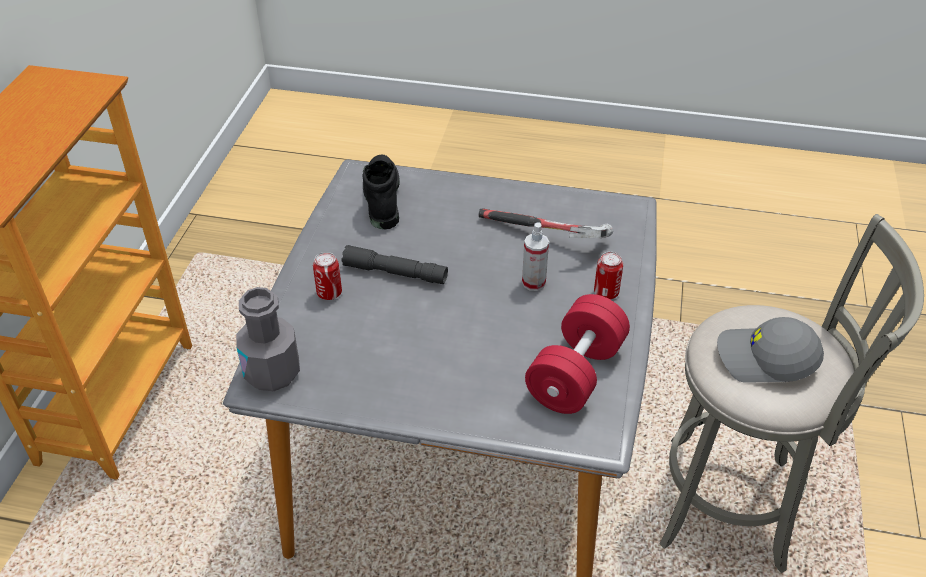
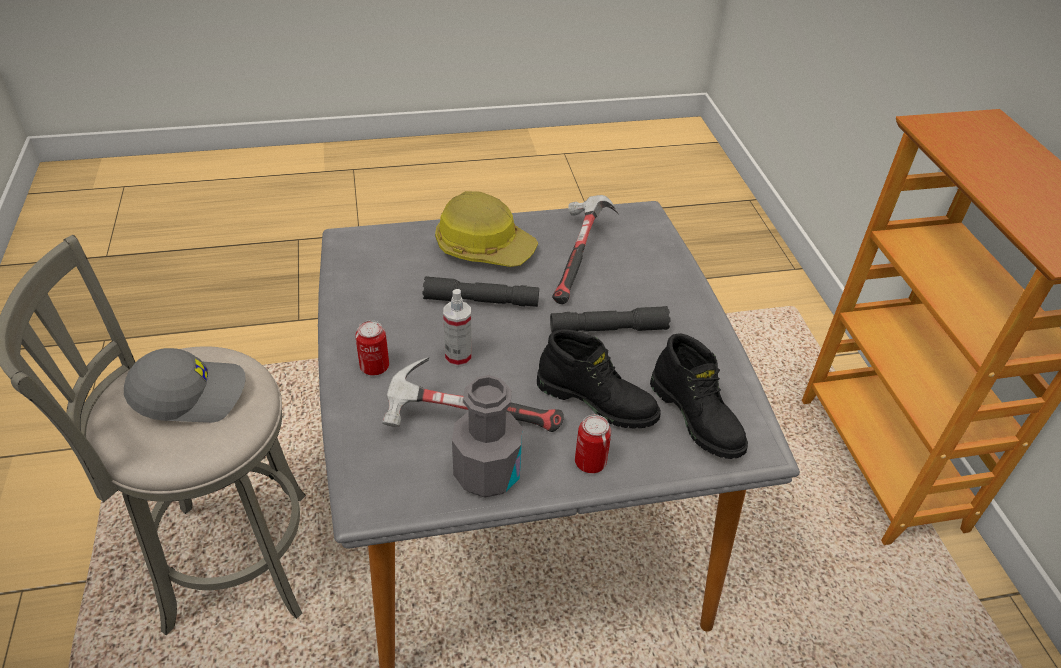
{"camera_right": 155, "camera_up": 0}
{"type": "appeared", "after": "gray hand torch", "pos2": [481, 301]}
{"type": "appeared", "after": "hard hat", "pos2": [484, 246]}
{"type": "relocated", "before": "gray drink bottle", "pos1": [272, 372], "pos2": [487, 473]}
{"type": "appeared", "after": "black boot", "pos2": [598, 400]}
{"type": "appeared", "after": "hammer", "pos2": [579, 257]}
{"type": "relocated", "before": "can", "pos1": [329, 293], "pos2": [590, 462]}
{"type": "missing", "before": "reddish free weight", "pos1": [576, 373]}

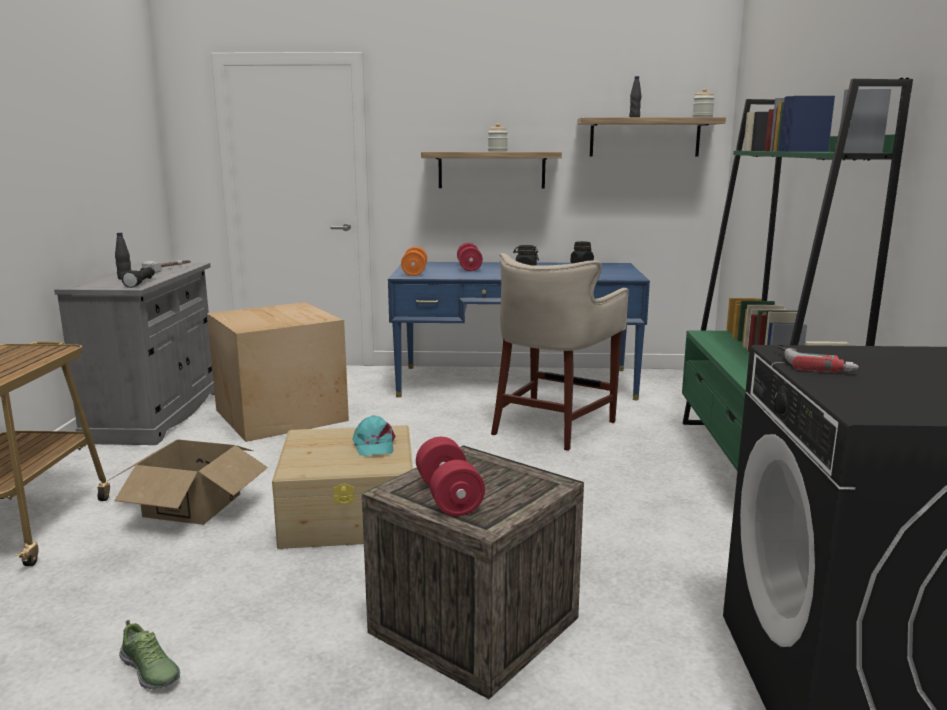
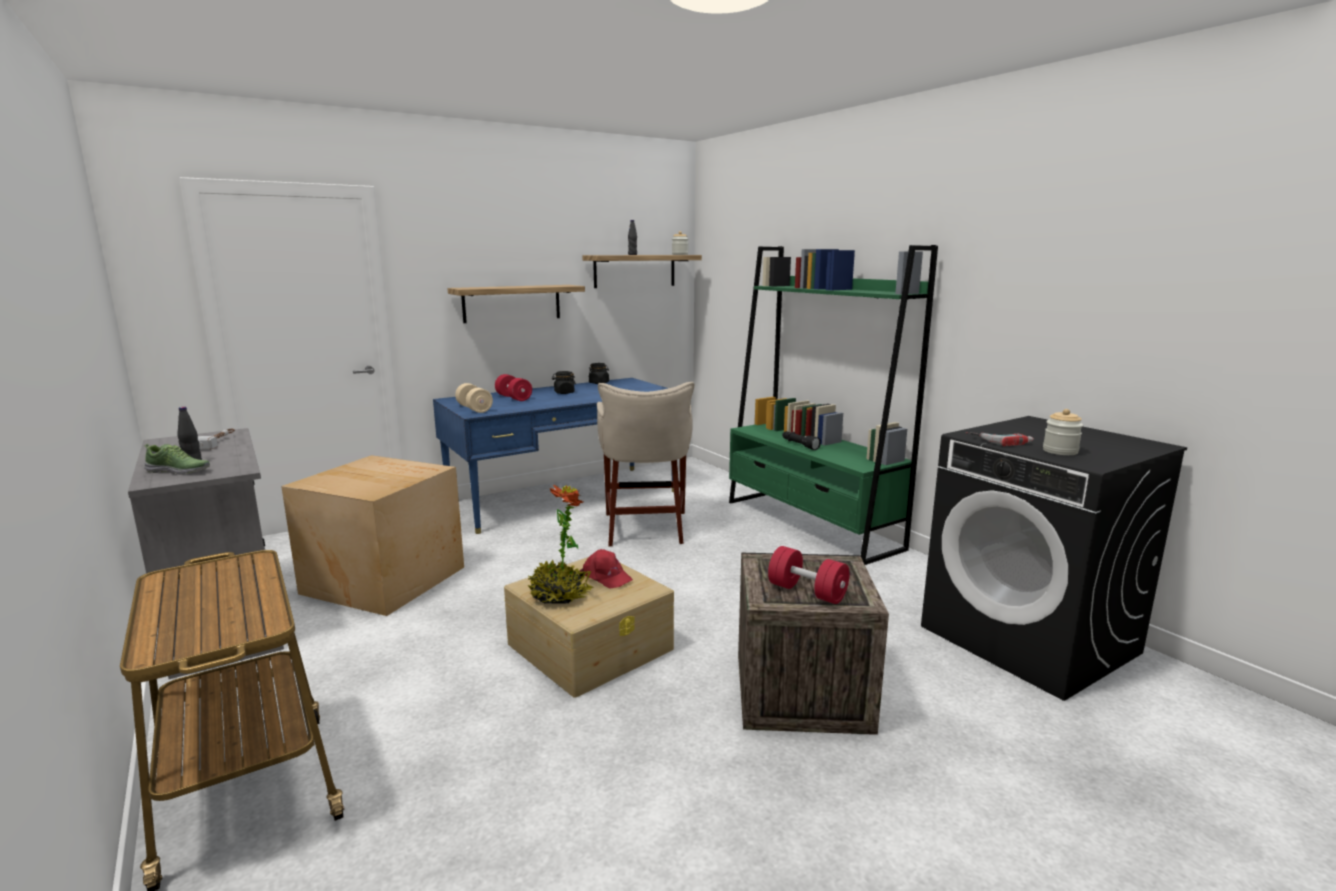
{"camera_right": -35, "camera_up": 0}
{"type": "relocated", "before": "item of footwear", "pos1": [150, 671], "pos2": [179, 471]}
{"type": "colour", "before": "orange free weight", "after": "sand-coloured free weight", "pos1": [414, 272], "pos2": [474, 409]}
{"type": "appeared", "after": "houseplant", "pos2": [559, 595]}
{"type": "colour", "before": "blue-green cap", "after": "reddish cap", "pos1": [373, 445], "pos2": [606, 577]}
{"type": "relocated", "before": "black hand torch", "pos1": [141, 283], "pos2": [799, 445]}
{"type": "relocated", "before": "jar", "pos1": [497, 151], "pos2": [1060, 451]}
{"type": "missing", "before": "cardboard box", "pos1": [192, 505]}

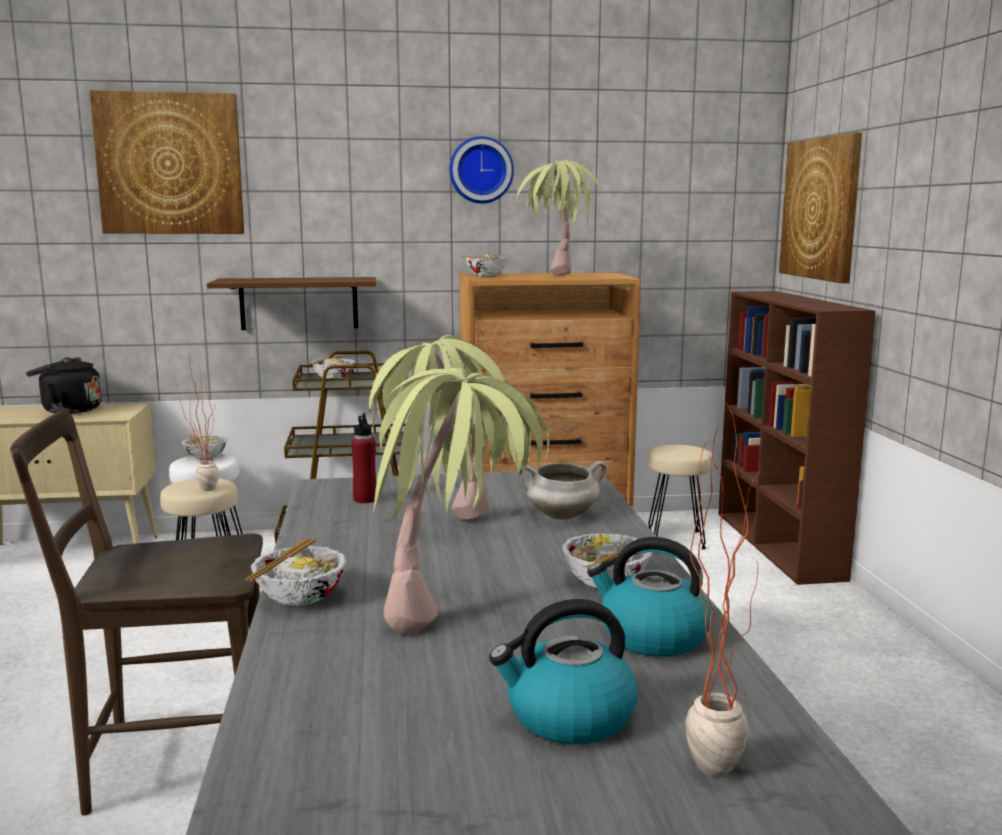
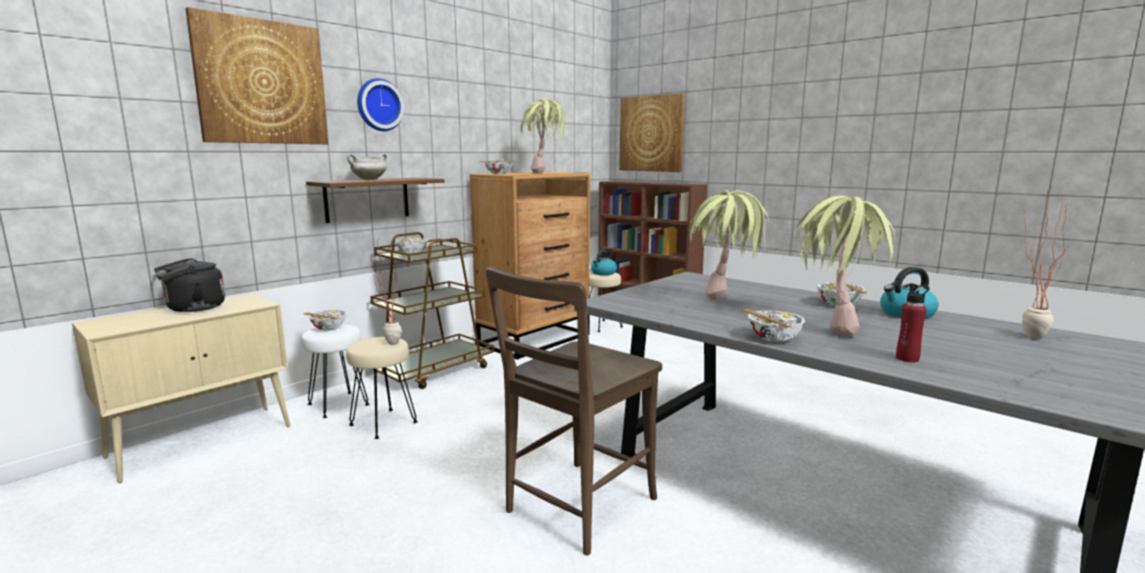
{"camera_right": -40, "camera_up": 0}
{"type": "relocated", "before": "whitish stockpot", "pos1": [561, 516], "pos2": [369, 180]}
{"type": "relocated", "before": "wall clock", "pos1": [481, 170], "pos2": [378, 105]}
{"type": "relocated", "before": "water kettle", "pos1": [568, 716], "pos2": [603, 273]}
{"type": "relocated", "before": "reddish drink bottle", "pos1": [365, 499], "pos2": [907, 359]}

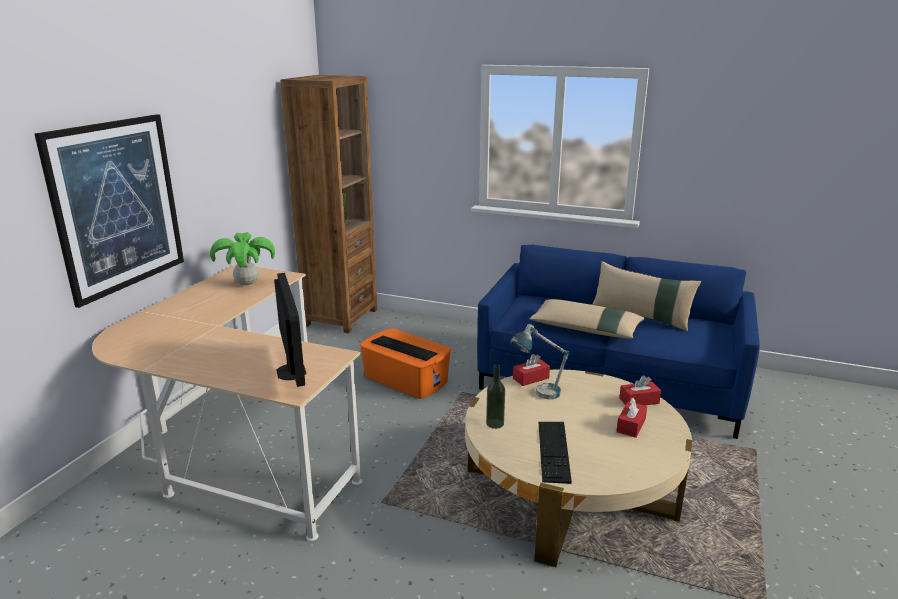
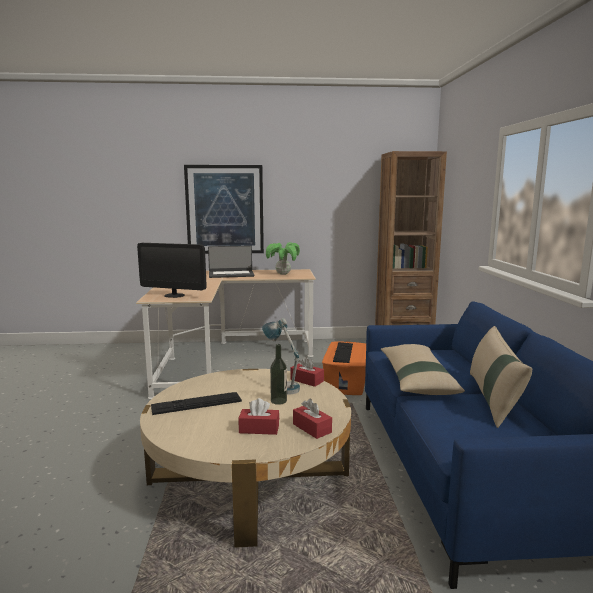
{"camera_right": 65, "camera_up": -10}
{"type": "spun", "before": "monitor", "pos1": [291, 372], "pos2": [174, 295], "turn": 60}
{"type": "appeared", "after": "notebook computer", "pos2": [231, 274]}
{"type": "relocated", "before": "drink bottle", "pos1": [495, 423], "pos2": [278, 401]}

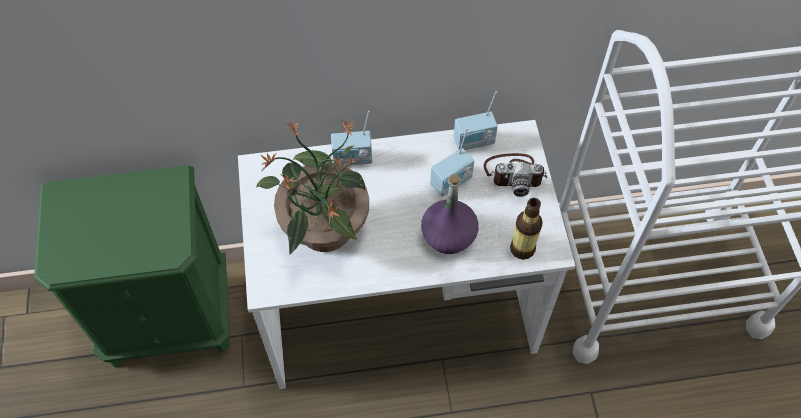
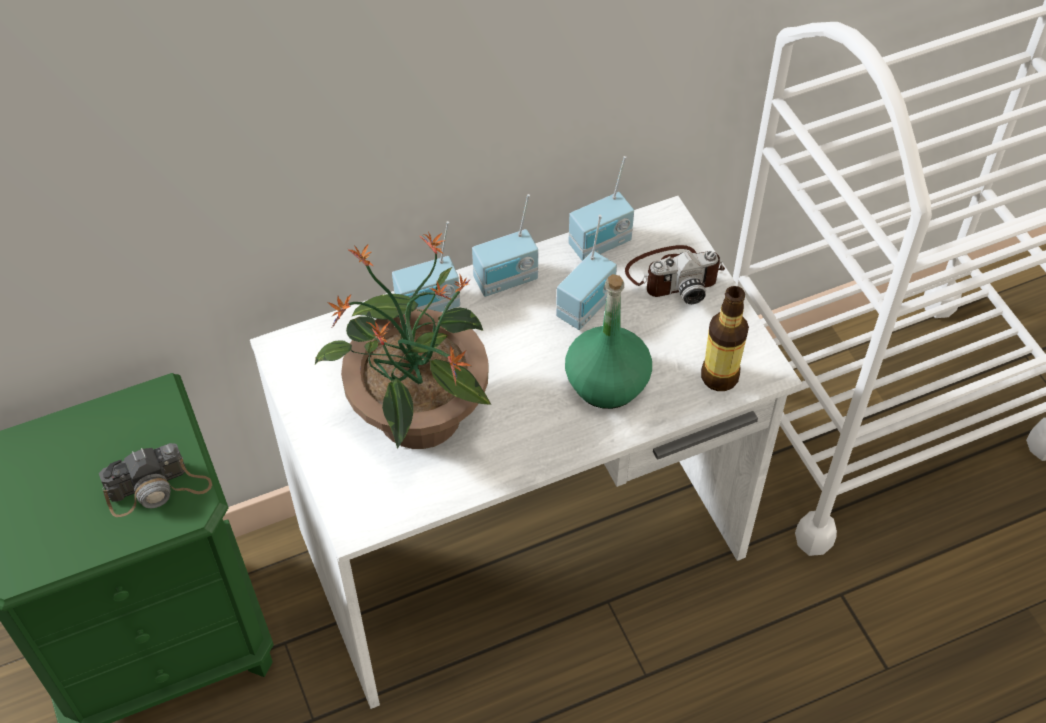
{"camera_right": -15, "camera_up": -5}
{"type": "appeared", "after": "photo camera", "pos2": [158, 489]}
{"type": "appeared", "after": "radio set", "pos2": [507, 281]}
{"type": "colour", "before": "purplish drink bottle", "after": "greenish drink bottle", "pos1": [449, 235], "pos2": [607, 382]}

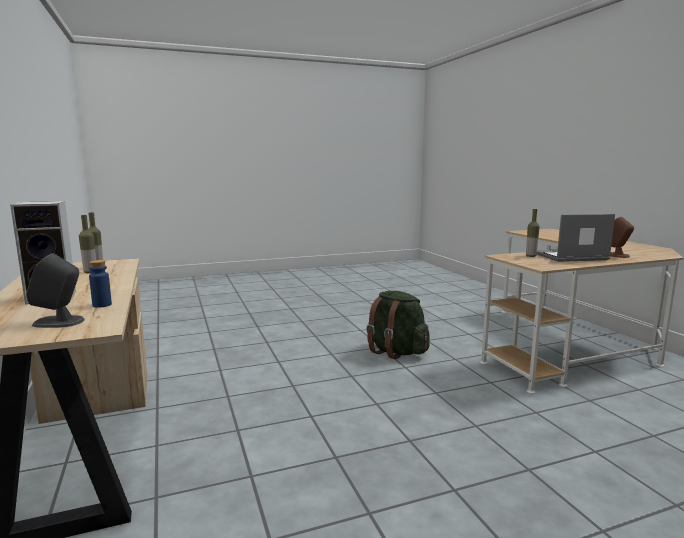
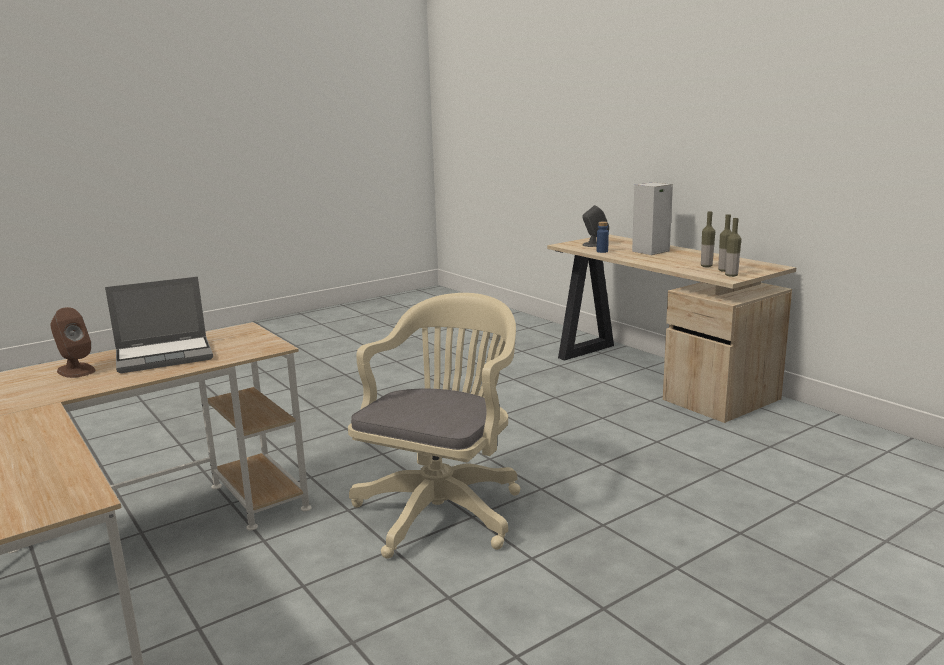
{"camera_right": 165, "camera_up": 5}
{"type": "exchanged", "before": "greenish knapsack", "after": "sand-coloured desk chair", "pos1": [396, 352], "pos2": [443, 509]}
{"type": "relocated", "before": "drink bottle", "pos1": [531, 256], "pos2": [731, 275]}

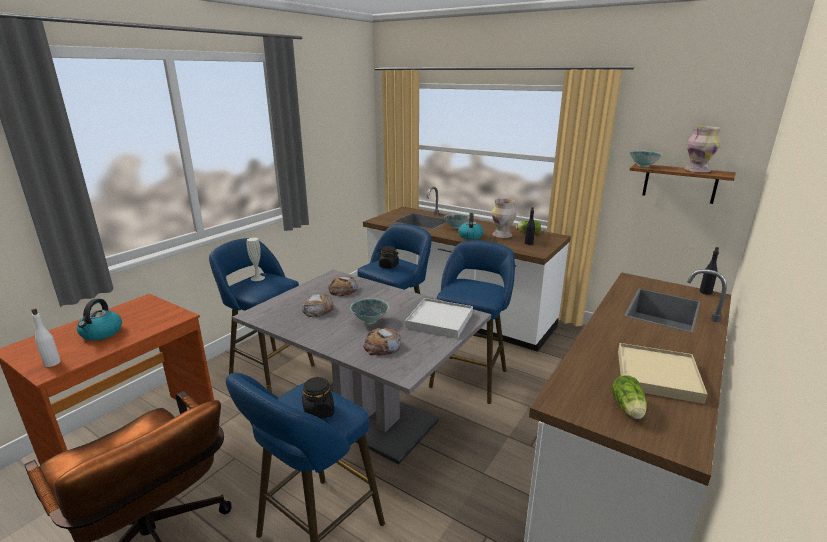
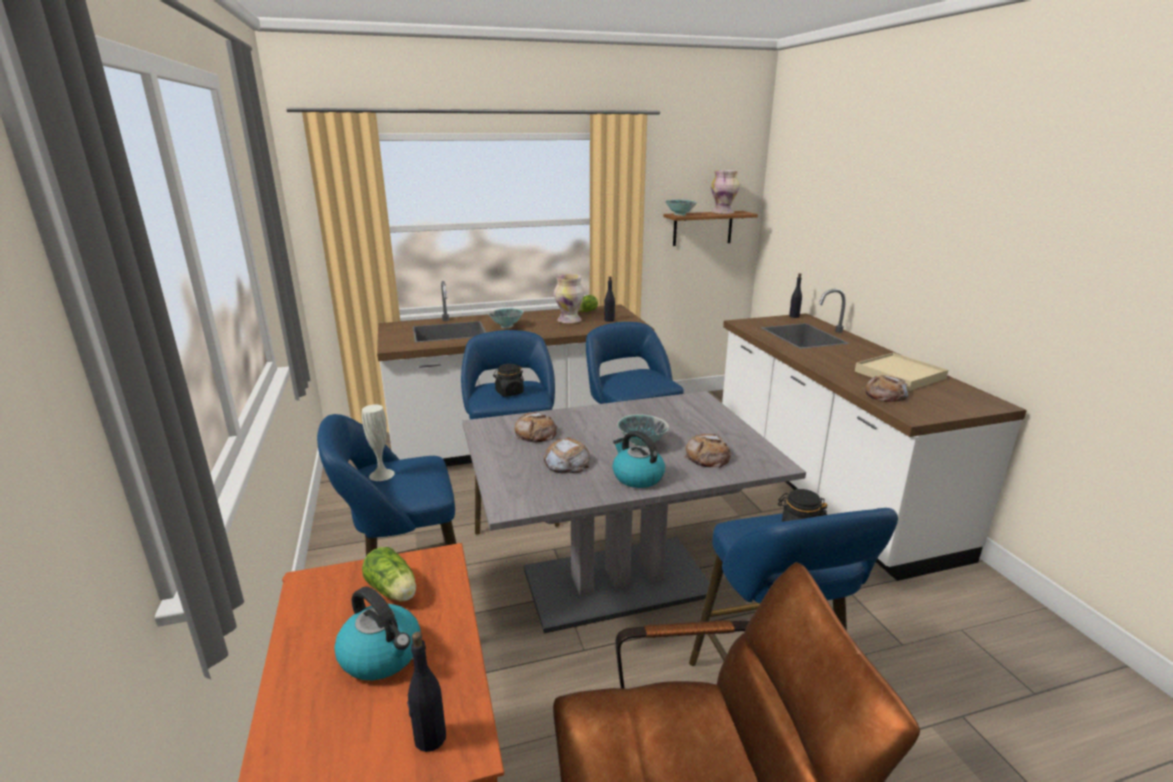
{"camera_right": -50, "camera_up": 0}
{"type": "relocated", "before": "lettuce", "pos1": [628, 409], "pos2": [393, 591]}
{"type": "colour", "before": "whitish drink bottle", "after": "black drink bottle", "pos1": [52, 363], "pos2": [429, 738]}
{"type": "relocated", "before": "water kettle", "pos1": [470, 236], "pos2": [637, 477]}
{"type": "appeared", "after": "bakery bread", "pos2": [885, 394]}
{"type": "missing", "before": "whitish carrying tray", "pos1": [440, 320]}

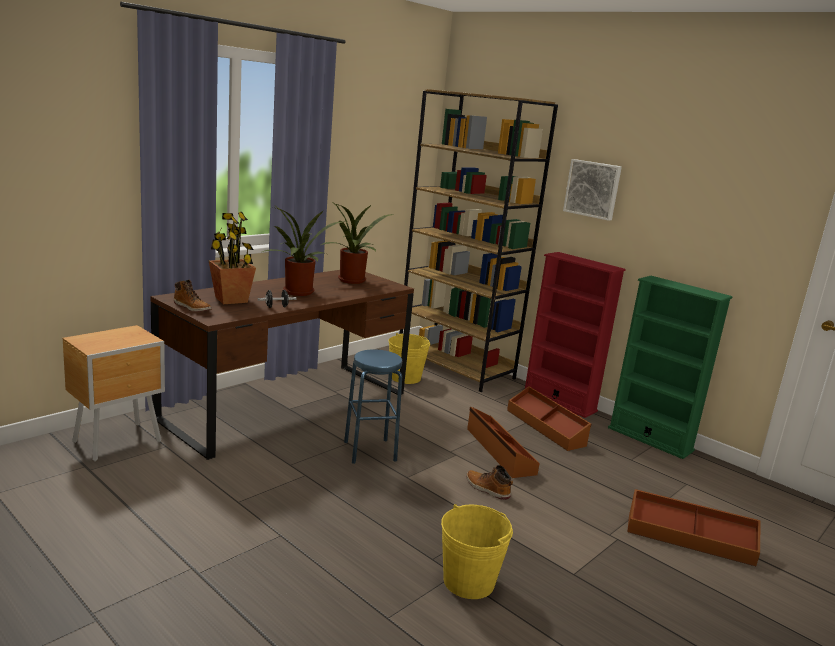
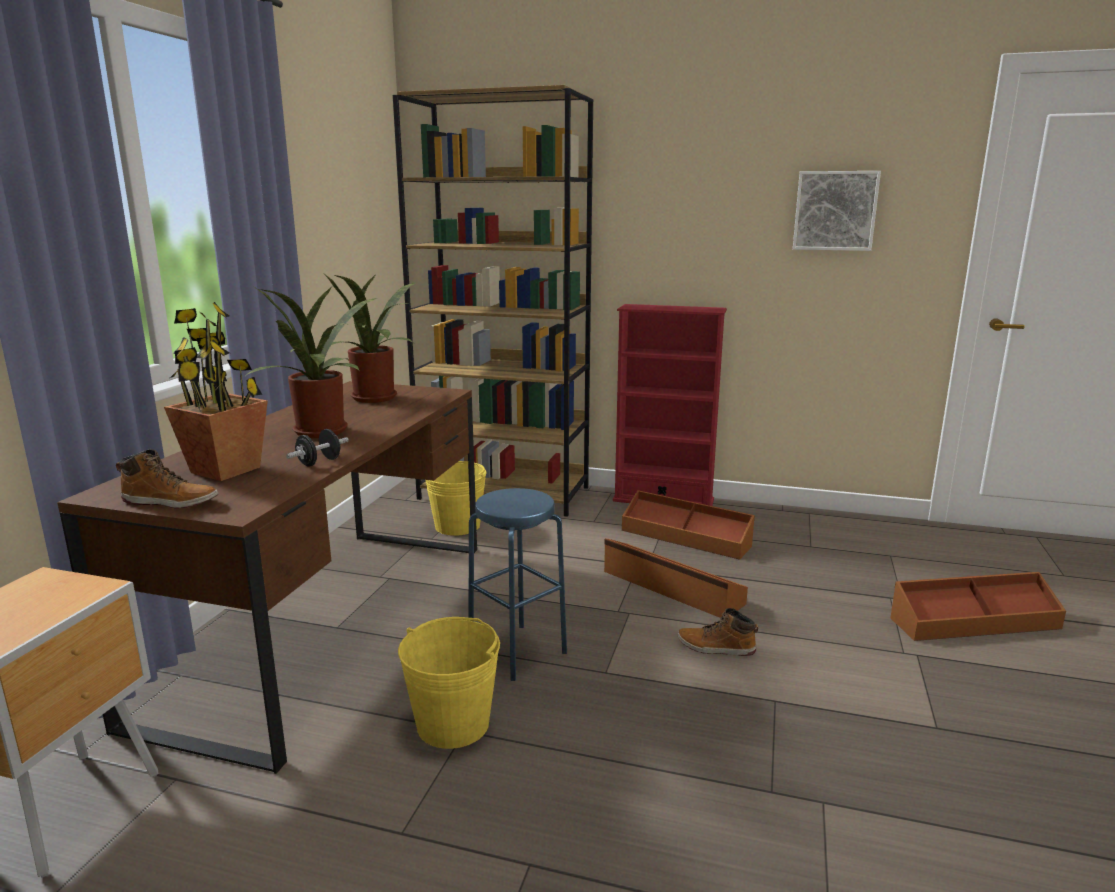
{"camera_right": -25, "camera_up": 0}
{"type": "relocated", "before": "yellowish bucket", "pos1": [469, 581], "pos2": [453, 724]}
{"type": "relocated", "before": "wall picture", "pos1": [593, 189], "pos2": [835, 211]}
{"type": "missing", "before": "greenish bookcase", "pos1": [650, 439]}

